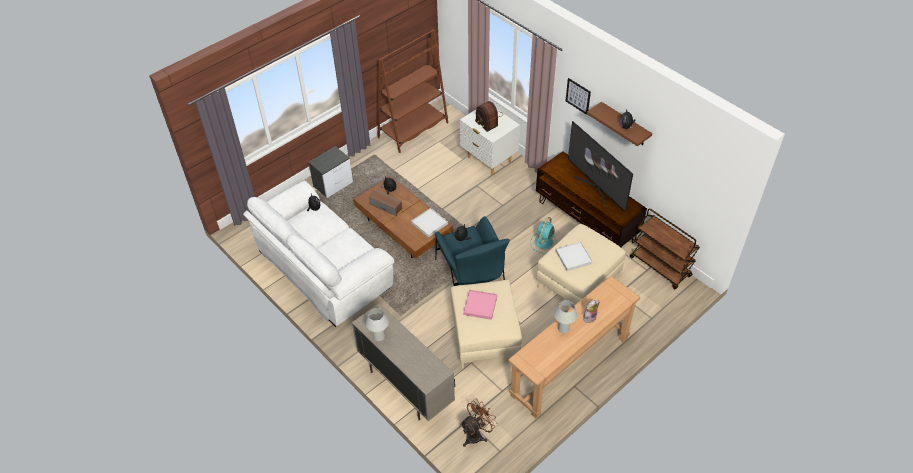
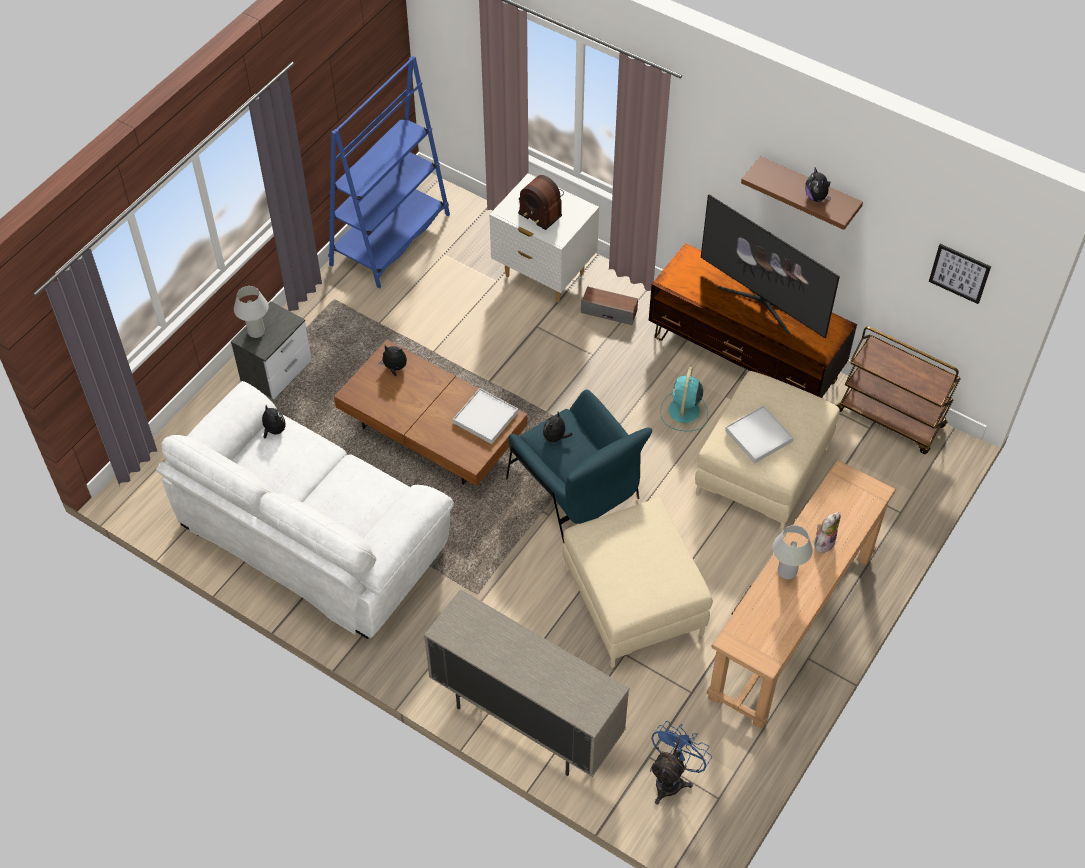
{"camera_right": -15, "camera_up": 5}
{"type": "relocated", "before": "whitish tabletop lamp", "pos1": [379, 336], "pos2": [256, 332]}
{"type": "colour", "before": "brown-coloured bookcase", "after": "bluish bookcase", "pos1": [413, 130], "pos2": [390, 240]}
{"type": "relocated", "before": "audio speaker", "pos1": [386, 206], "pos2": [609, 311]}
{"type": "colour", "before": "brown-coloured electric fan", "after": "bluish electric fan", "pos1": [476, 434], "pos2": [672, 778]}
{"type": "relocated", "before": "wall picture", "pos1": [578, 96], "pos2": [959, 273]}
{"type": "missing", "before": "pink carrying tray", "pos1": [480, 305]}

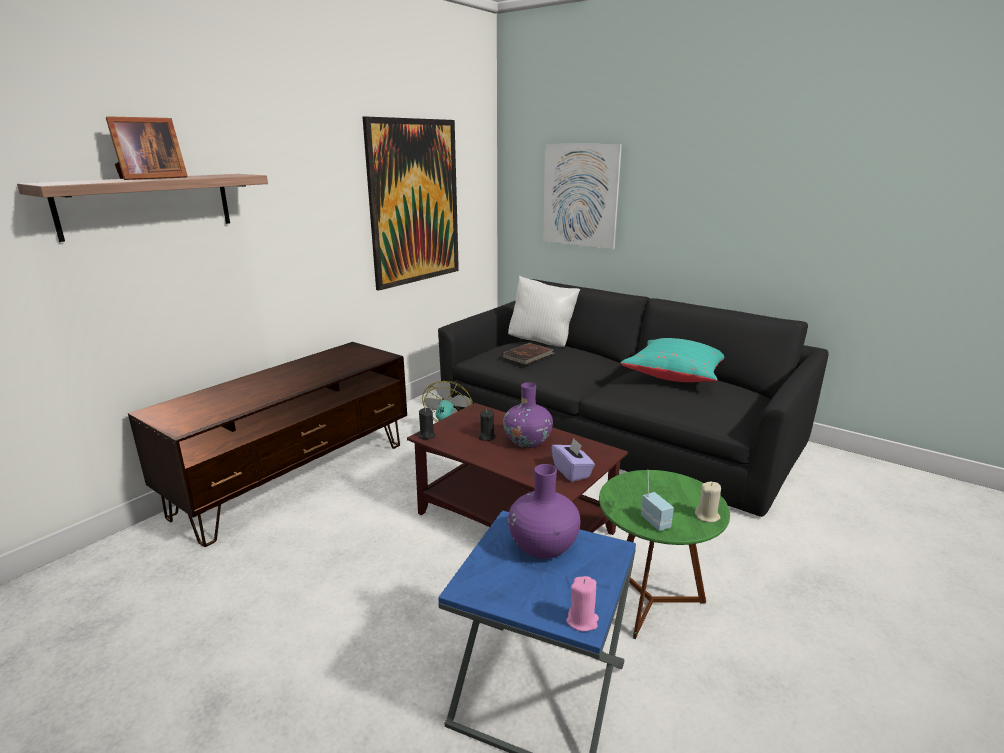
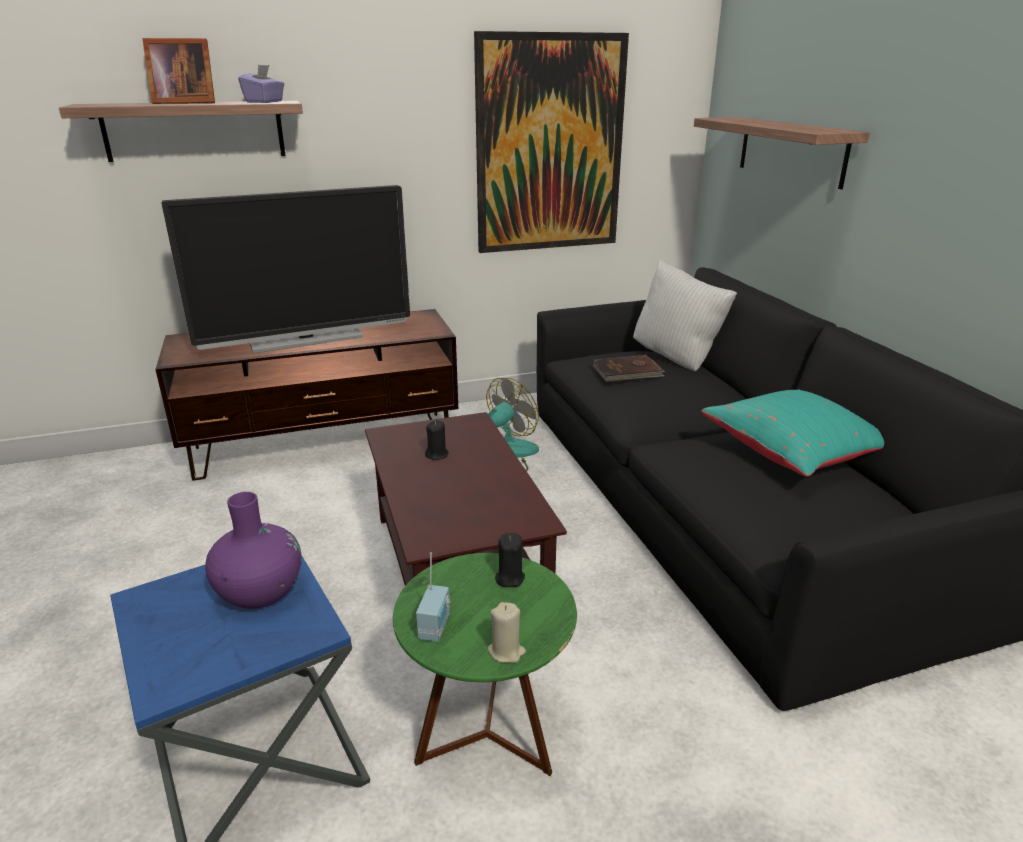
{"camera_right": 35, "camera_up": 5}
{"type": "appeared", "after": "television", "pos2": [306, 339]}
{"type": "relocated", "before": "purplish box of tissues", "pos1": [572, 472], "pos2": [265, 102]}
{"type": "relocated", "before": "black wax candle", "pos1": [426, 435], "pos2": [509, 578]}
{"type": "exchanged", "before": "wall picture", "after": "bracket shelf", "pos1": [580, 195], "pos2": [791, 150]}
{"type": "missing", "before": "purplish decorative vase", "pos1": [527, 441]}
{"type": "missing", "before": "pink wax candle", "pos1": [582, 621]}

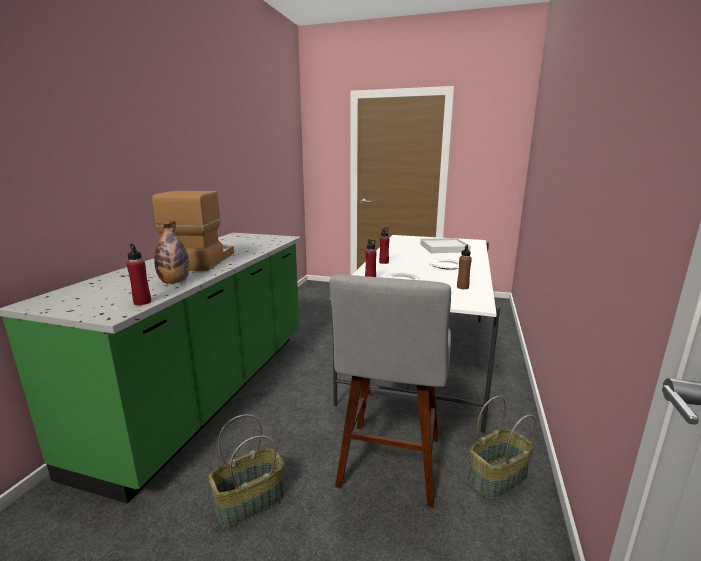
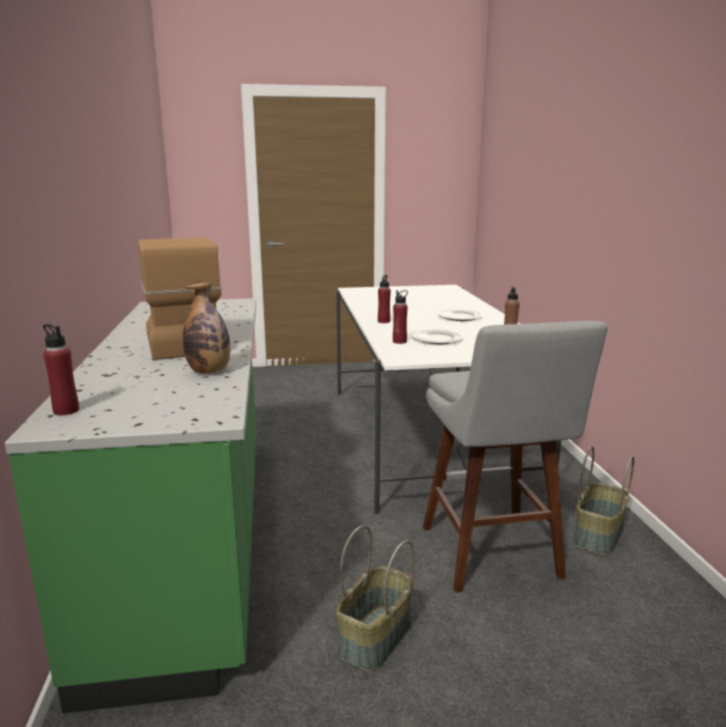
{"camera_right": -25, "camera_up": 0}
{"type": "relocated", "before": "reddish drink bottle", "pos1": [142, 302], "pos2": [66, 411]}
{"type": "missing", "before": "whitish carrying tray", "pos1": [444, 248]}

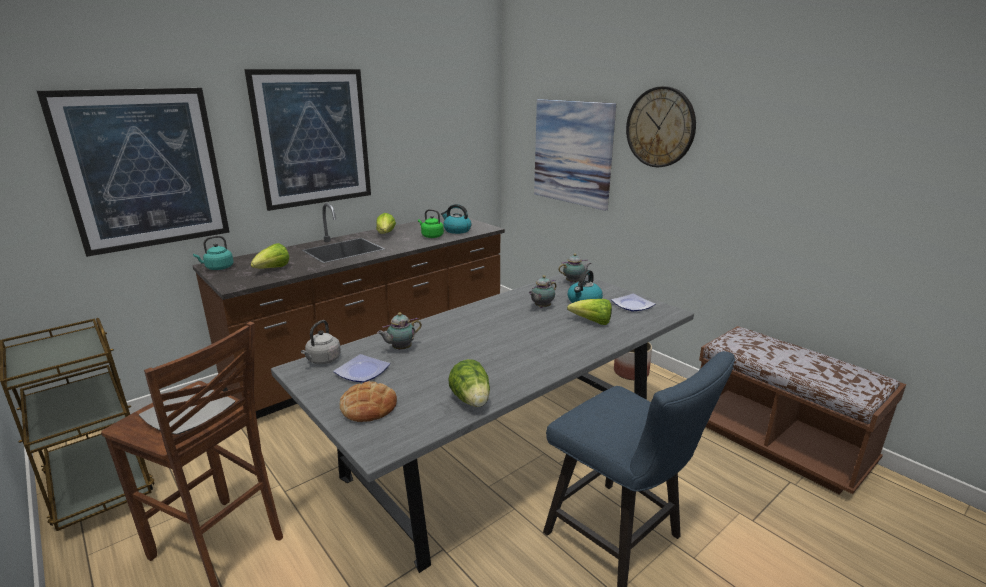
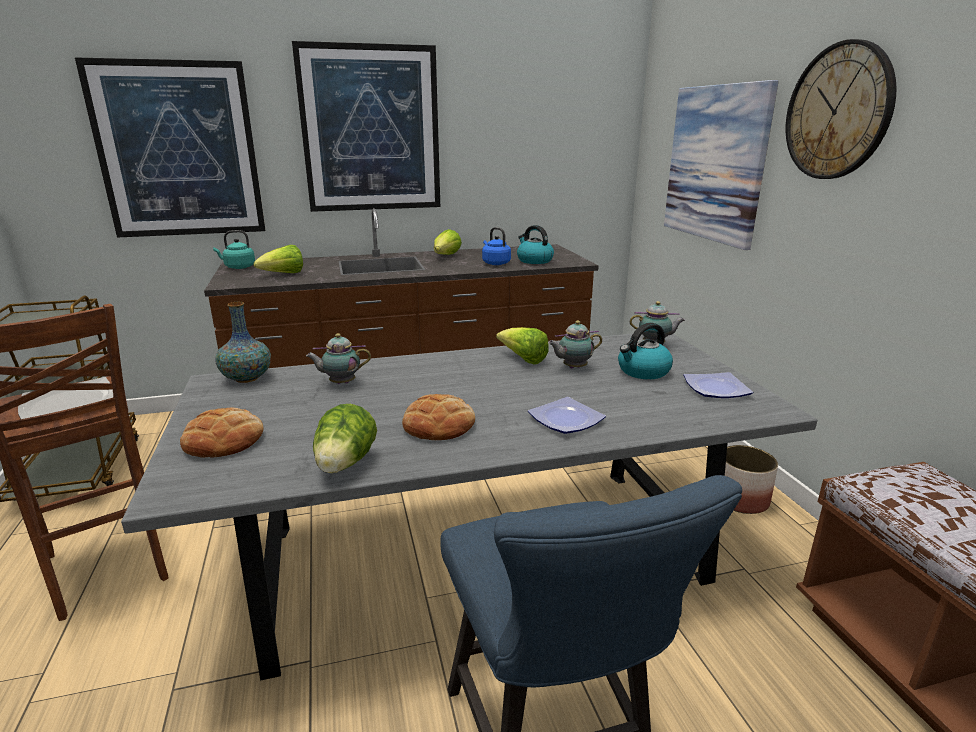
{"camera_right": 25, "camera_up": 0}
{"type": "exchanged", "before": "gray water kettle", "after": "decorative vase", "pos1": [323, 360], "pos2": [246, 378]}
{"type": "appeared", "after": "bakery bread", "pos2": [439, 425]}
{"type": "colour", "before": "greenish water kettle", "after": "bluish water kettle", "pos1": [431, 236], "pos2": [495, 263]}
{"type": "relocated", "before": "lettuce", "pos1": [592, 322], "pos2": [523, 359]}
{"type": "relocated", "before": "dinner plate", "pos1": [363, 371], "pos2": [567, 420]}

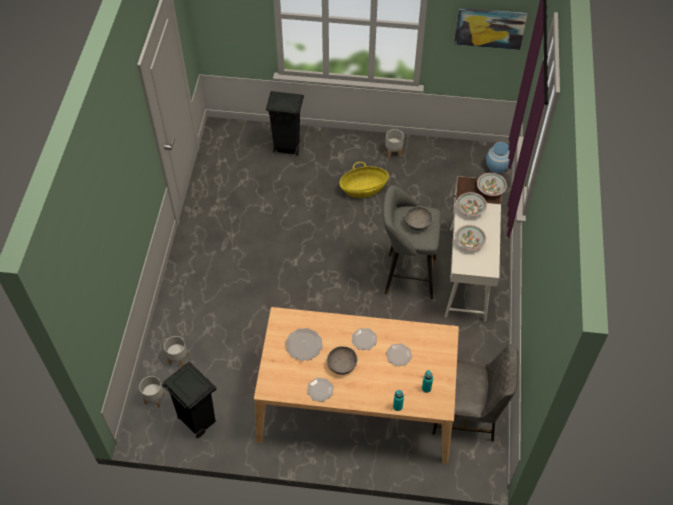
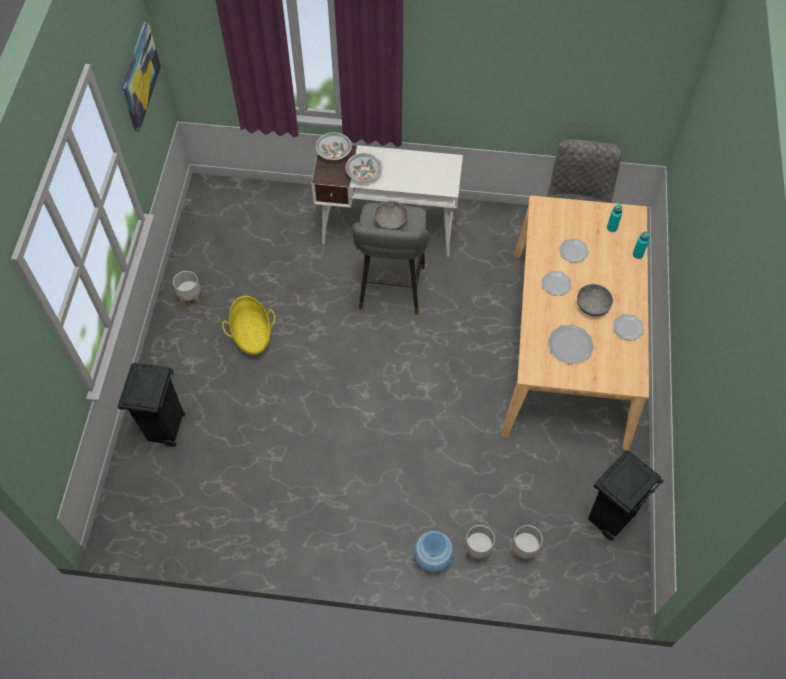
{"camera_right": -90, "camera_up": 5}
{"type": "relocated", "before": "bluish decorative vase", "pos1": [496, 167], "pos2": [433, 558]}
{"type": "relocated", "before": "gray plant pot", "pos1": [154, 398], "pos2": [477, 551]}
{"type": "missing", "before": "deep dish", "pos1": [469, 242]}

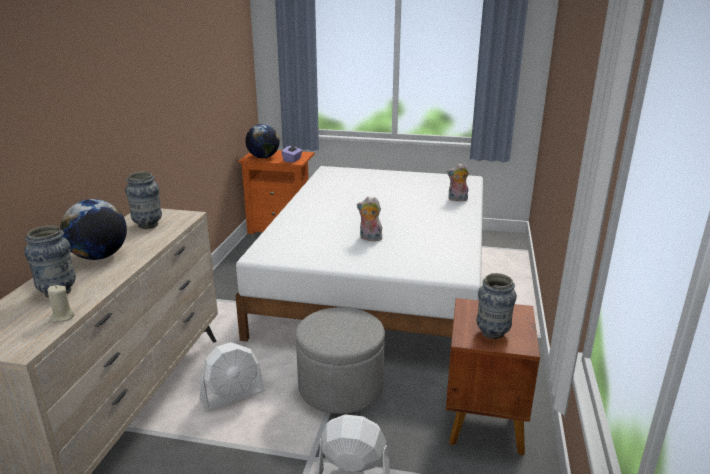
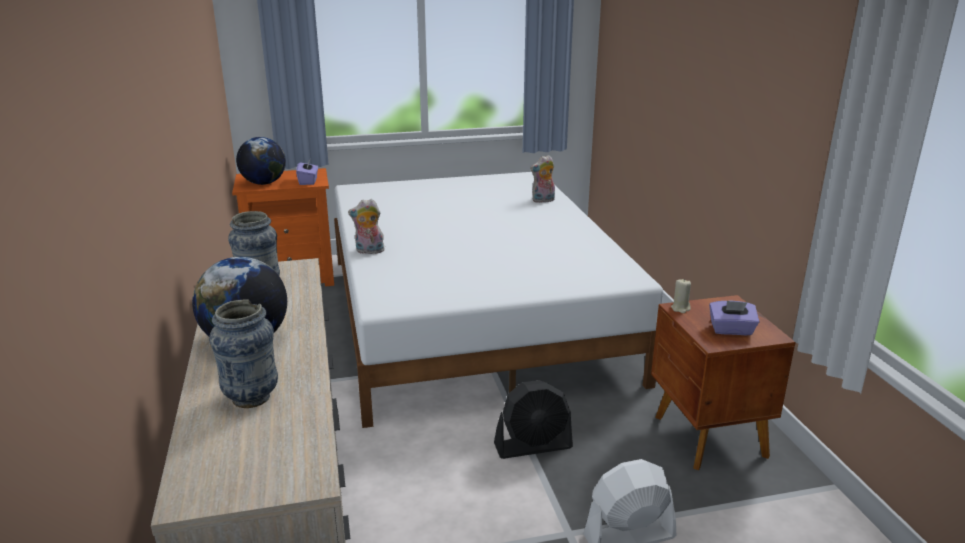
{"camera_right": -25, "camera_up": 0}
{"type": "relocated", "before": "cuddly toy", "pos1": [369, 238], "pos2": [369, 251]}
{"type": "exchanged", "before": "gray pouffe", "after": "black electric fan", "pos1": [341, 387], "pos2": [533, 446]}
{"type": "relocated", "before": "sand-coloured wax candle", "pos1": [62, 317], "pos2": [680, 308]}
{"type": "exchanged", "before": "decorative vase", "after": "purplish box of tissues", "pos1": [492, 333], "pos2": [731, 330]}
{"type": "missing", "before": "whitish electric fan", "pos1": [232, 395]}

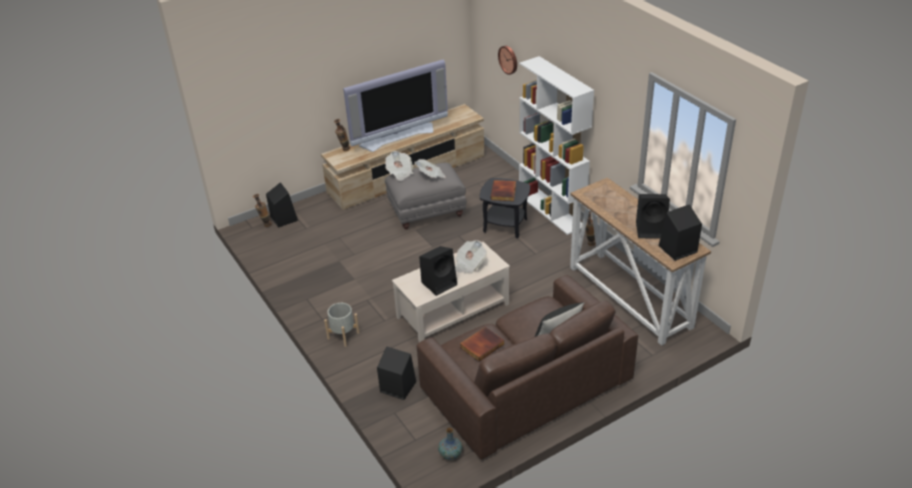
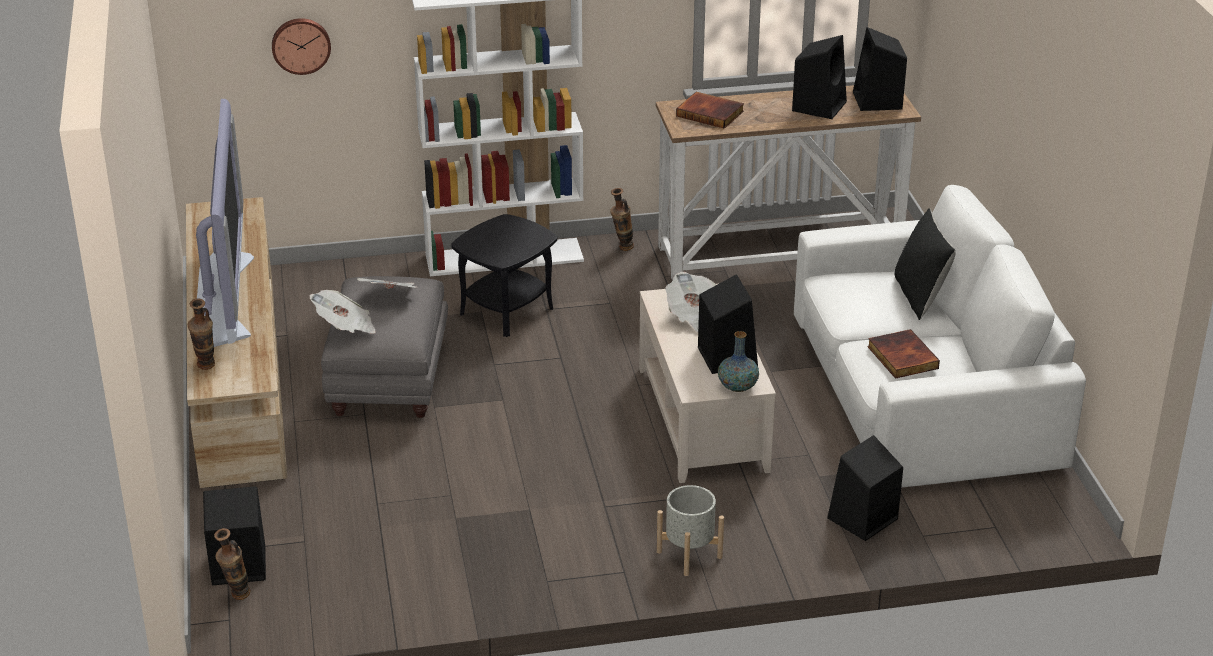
{"camera_right": -70, "camera_up": -5}
{"type": "relocated", "before": "volume", "pos1": [504, 192], "pos2": [711, 113]}
{"type": "relocated", "before": "decorative vase", "pos1": [450, 454], "pos2": [737, 387]}
{"type": "colour", "before": "brown-coloured settee", "after": "whitish settee", "pos1": [525, 384], "pos2": [921, 393]}

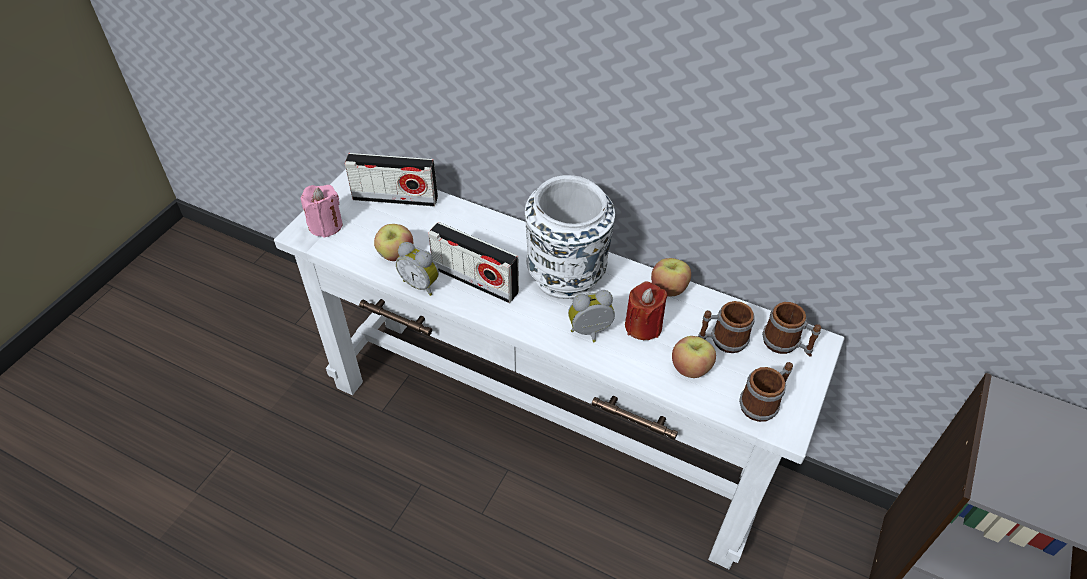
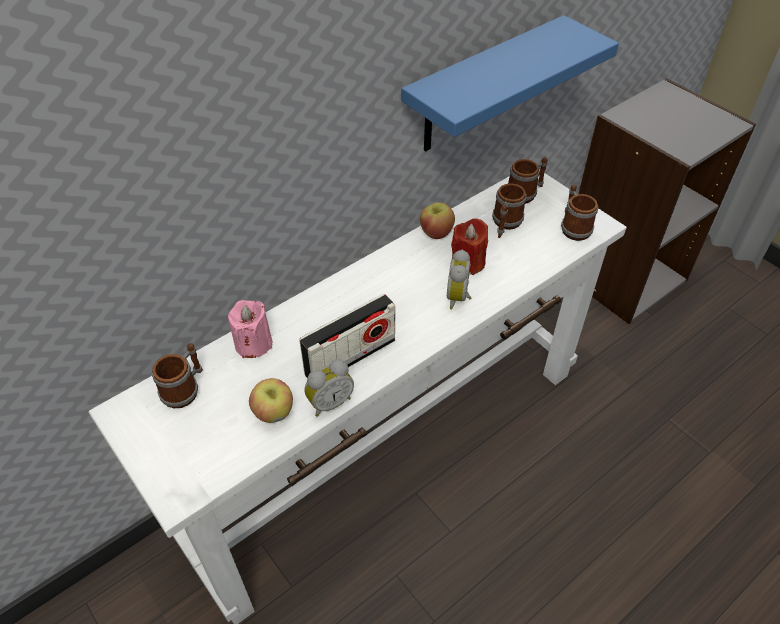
{"camera_right": -65, "camera_up": 0}
{"type": "exchanged", "before": "radio set", "after": "tea mug", "pos1": [395, 198], "pos2": [185, 389]}
{"type": "relocated", "before": "pink wax candle", "pos1": [325, 225], "pos2": [253, 343]}
{"type": "appeared", "after": "bluish bracket shelf", "pos2": [483, 87]}
{"type": "missing", "before": "whitish decorative vase", "pos1": [566, 276]}
{"type": "missing", "before": "apple", "pos1": [690, 368]}

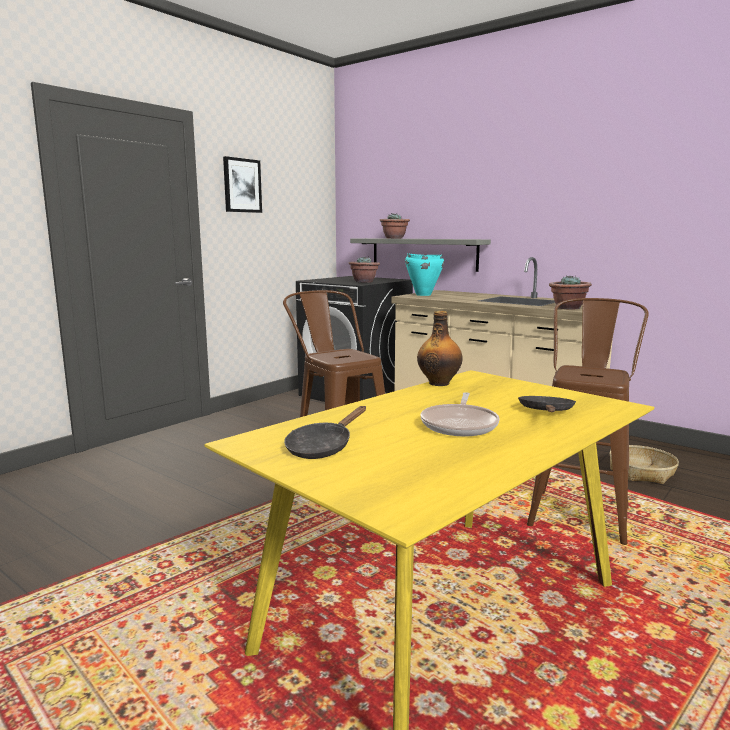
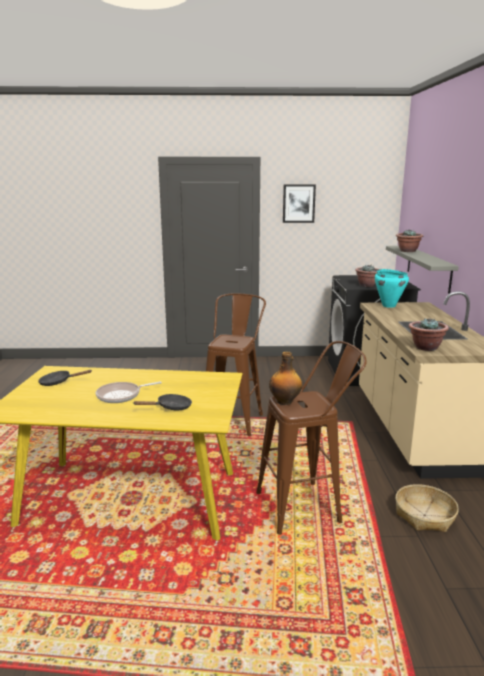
{"camera_right": 50, "camera_up": 5}
{"type": "relocated", "before": "drink bottle", "pos1": [439, 383], "pos2": [285, 402]}

